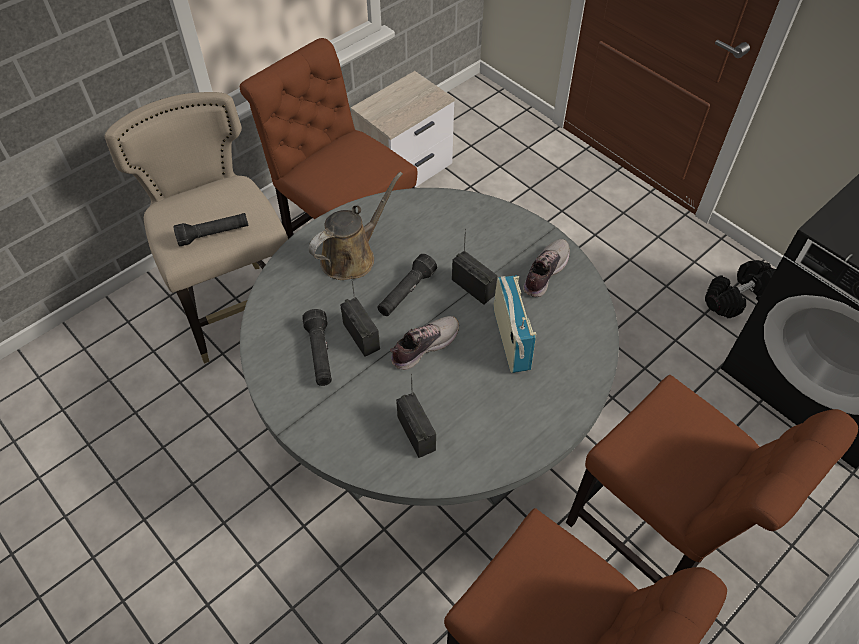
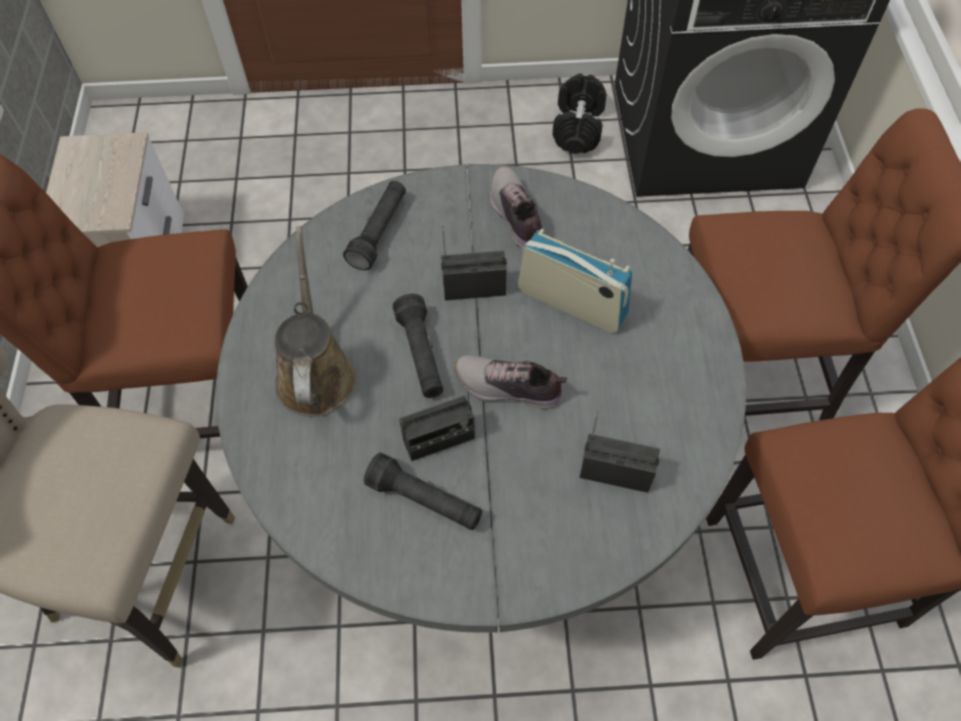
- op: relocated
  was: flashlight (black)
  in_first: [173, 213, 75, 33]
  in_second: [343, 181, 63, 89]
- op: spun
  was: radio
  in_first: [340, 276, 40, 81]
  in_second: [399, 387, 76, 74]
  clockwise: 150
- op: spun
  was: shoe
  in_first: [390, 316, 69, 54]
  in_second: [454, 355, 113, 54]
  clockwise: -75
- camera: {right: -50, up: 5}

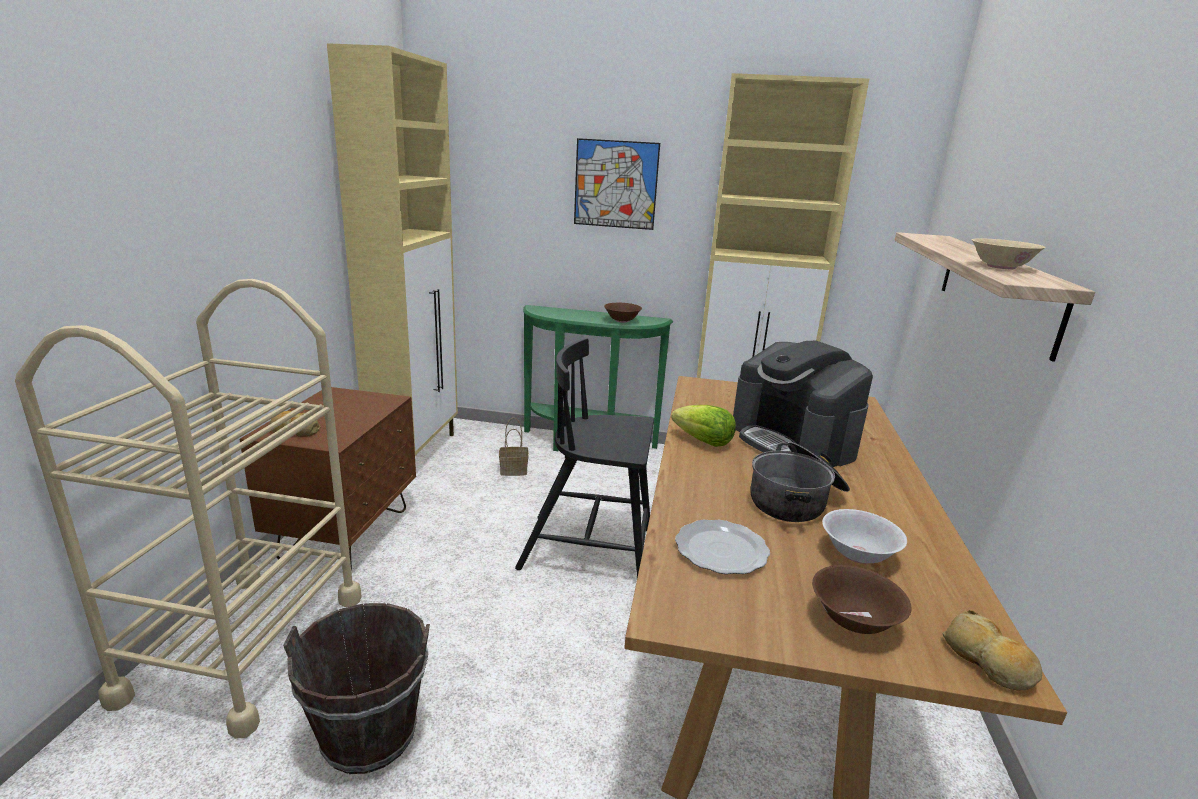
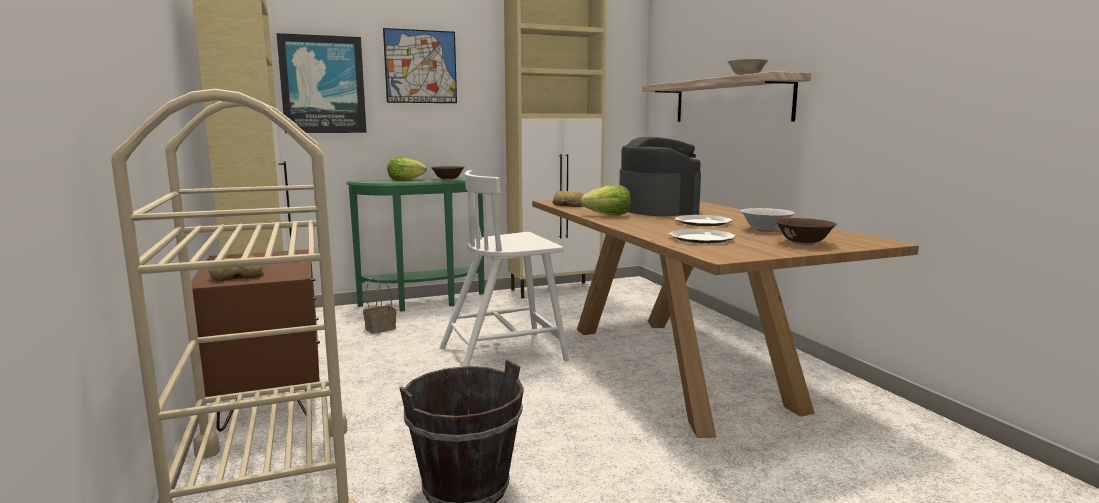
- op: appeared
  now: picture
  in_second: [276, 33, 91, 100]
- op: appeared
  now: lettuce
  in_second: [388, 157, 39, 24]
- op: relocated
  was: bread
  in_first: [943, 610, 99, 80]
  in_second: [552, 191, 32, 16]
- op: exchanged
  was: cooking pot
  now: plate
  in_first: [750, 442, 100, 80]
  in_second: [675, 215, 58, 11]
- op: colour
  was: chair (black)
  now: chair (white)
  in_first: [515, 338, 139, 239]
  in_second: [440, 170, 129, 197]
- op: spun
  was: coffee machine
  in_first: [733, 341, 140, 126]
  in_second: [619, 137, 82, 79]
  clockwise: -135
- camera: {right: -30, up: -10}

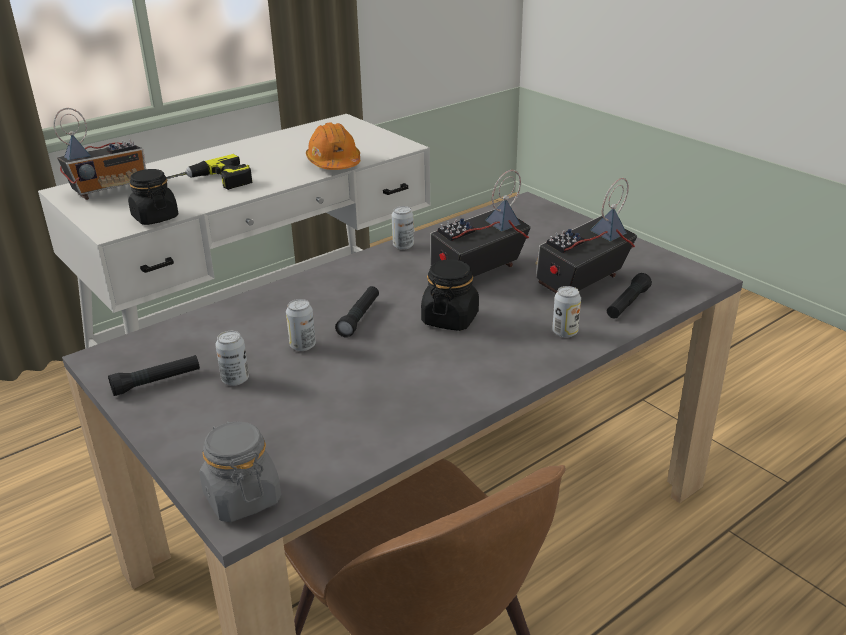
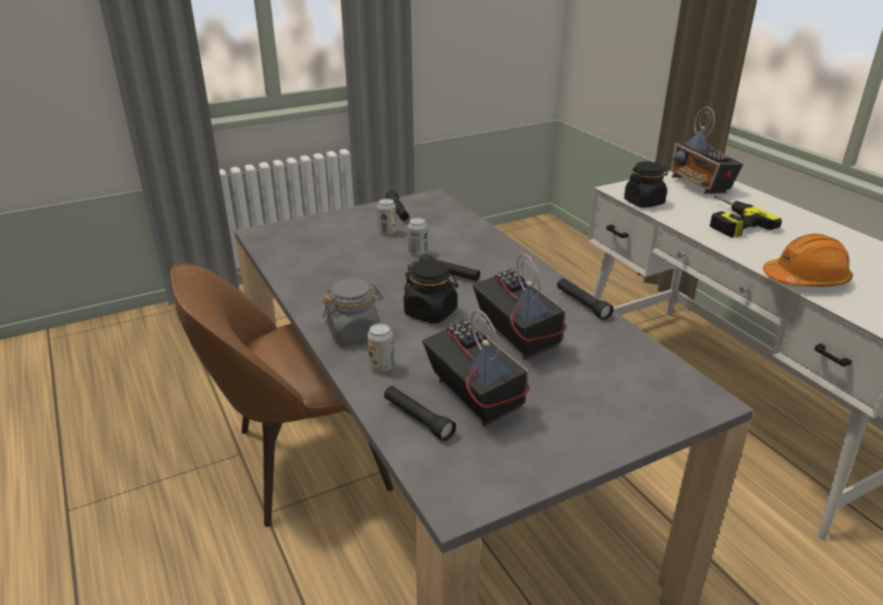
- op: relocated
  was: jar (grey)
  in_first: [199, 421, 82, 101]
  in_second: [322, 279, 61, 67]
- op: exchanged
  was: can
  now: flashlight (black)
  in_first: [392, 206, 22, 44]
  in_second: [557, 278, 56, 42]
- camera: {right: 100, up: 0}

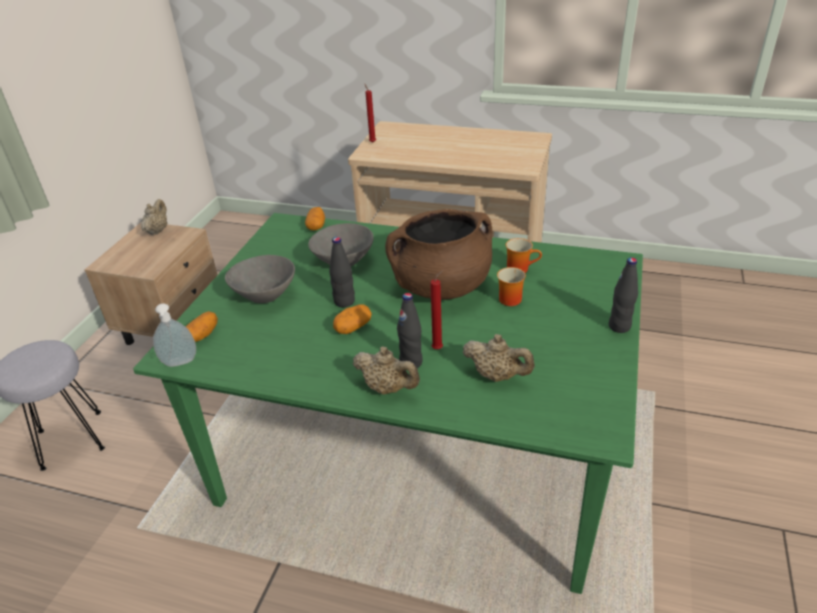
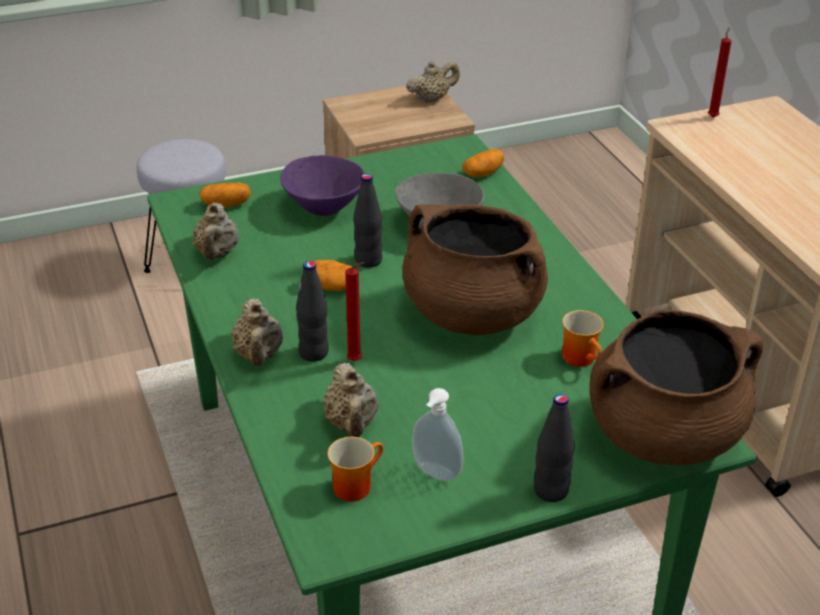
- op: appeared
  now: teapot (beige)
  in_second: [193, 202, 46, 58]
- op: appeared
  now: cooking pot (brown)
  in_second: [589, 310, 174, 155]
- op: relocated
  was: soap dispenser
  in_first: [153, 304, 43, 63]
  in_second: [412, 388, 51, 93]
- op: relocated
  was: mug
  in_first: [497, 267, 29, 39]
  in_second: [327, 437, 56, 65]
- op: colour
  was: bowl (grey)
  now: bowl (purple)
  in_first: [225, 255, 70, 48]
  in_second: [280, 155, 85, 61]
- camera: {right: 50, up: 0}

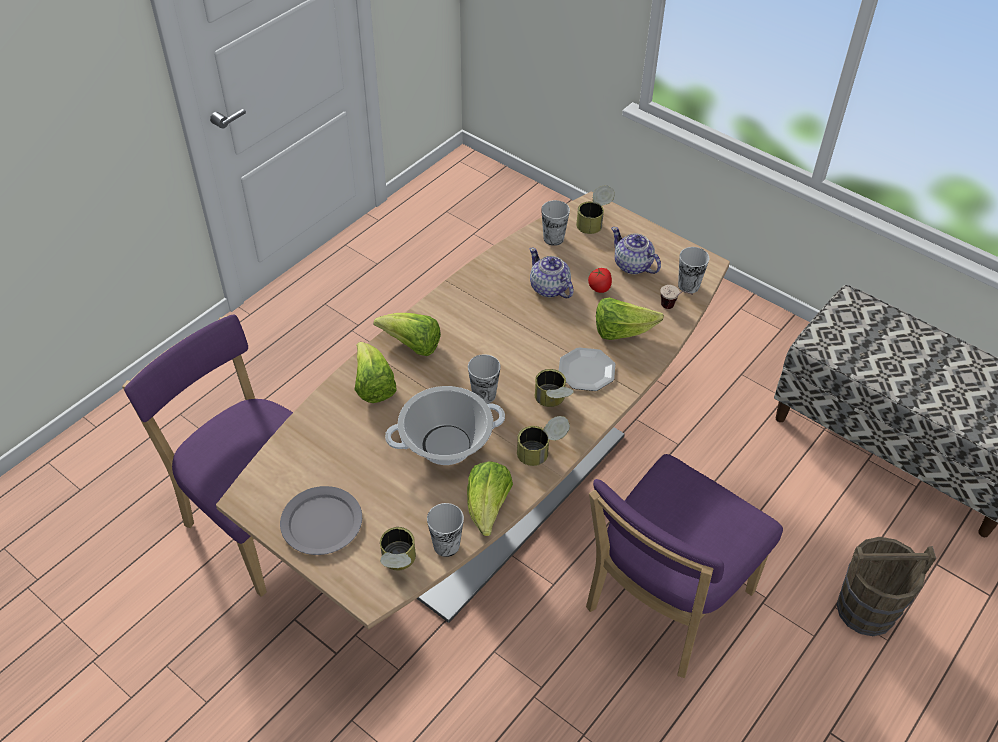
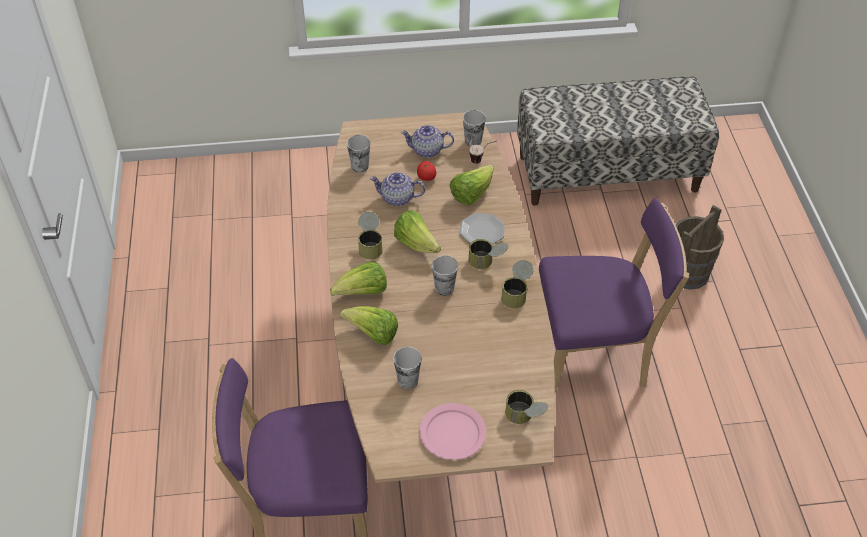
- op: missing
  was: cooking pot
  in_first: [385, 386, 120, 79]
- op: relocated
  was: cup
  in_first: [427, 503, 37, 54]
  in_second: [393, 347, 29, 42]
- op: relocated
  was: lettuce
  in_first: [467, 461, 46, 75]
  in_second: [394, 210, 47, 43]
- op: relocated
  was: can
  in_first: [576, 185, 39, 49]
  in_second: [358, 212, 25, 48]
- op: colour
  was: plate (grey)
  now: plate (pink)
  in_first: [280, 486, 82, 69]
  in_second: [419, 403, 67, 57]
- op: spun
  was: chair (purple)
  in_first: [586, 454, 197, 224]
  in_second: [539, 198, 150, 195]
  clockwise: -90
- camera: {right: -45, up: 0}

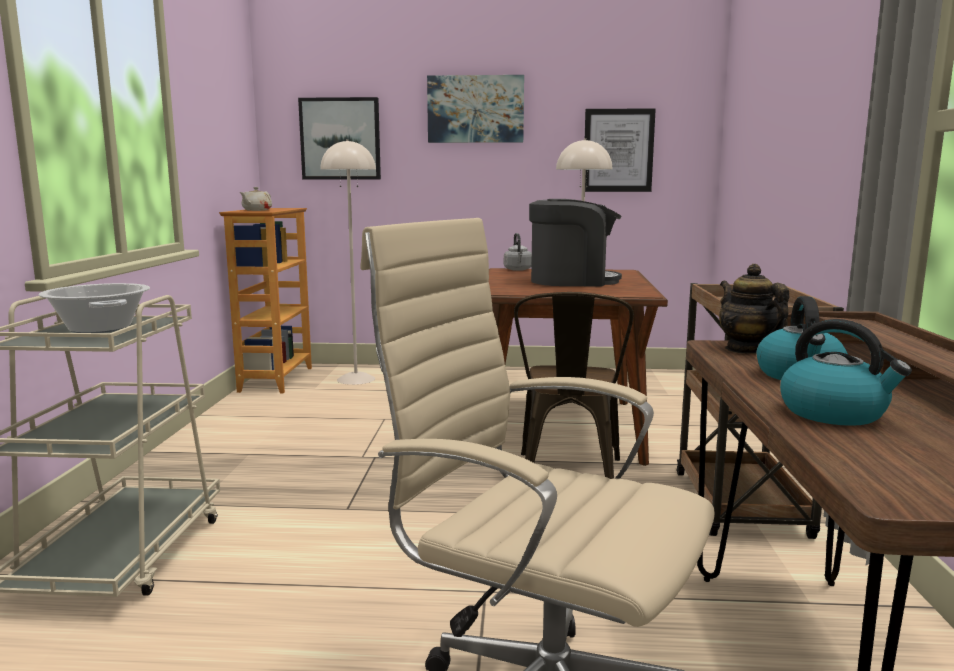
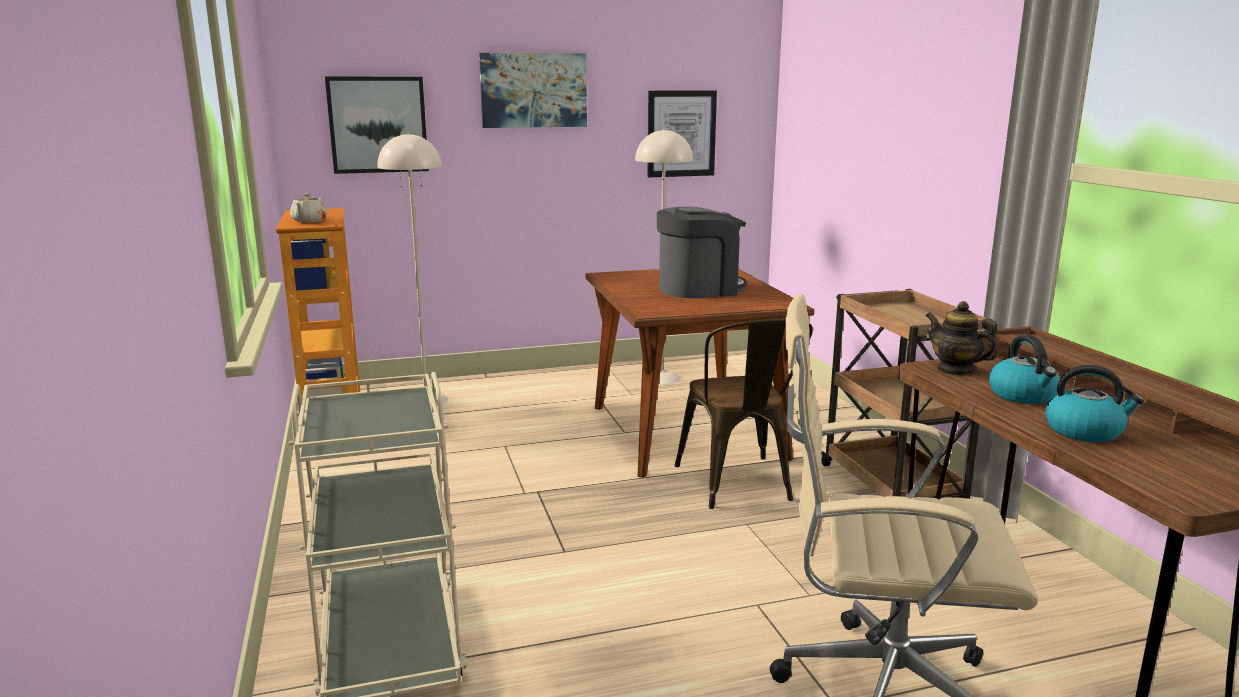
- op: missing
  was: cooking pot
  in_first: [38, 283, 112, 50]
- op: missing
  was: kettle (grey)
  in_first: [504, 233, 28, 38]
- camera: {right: -20, up: 5}

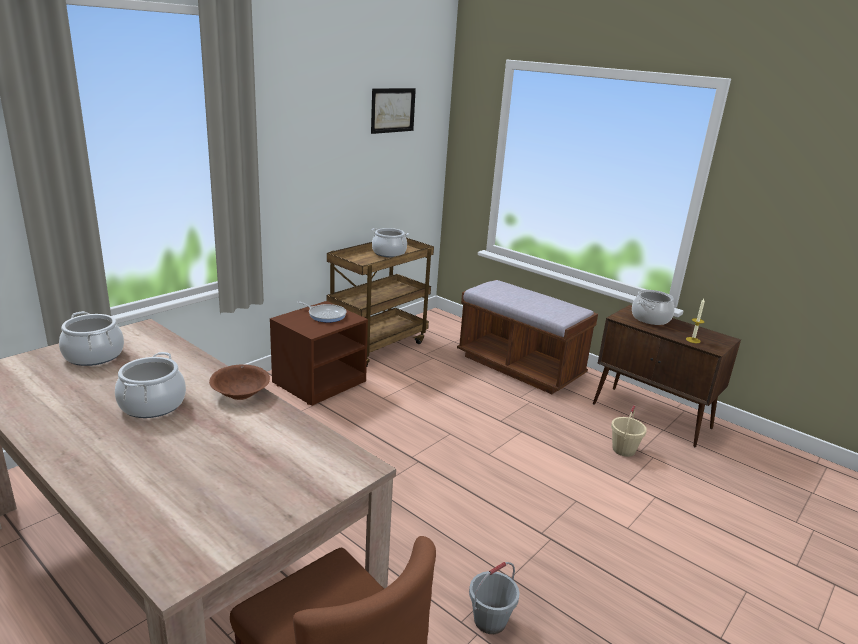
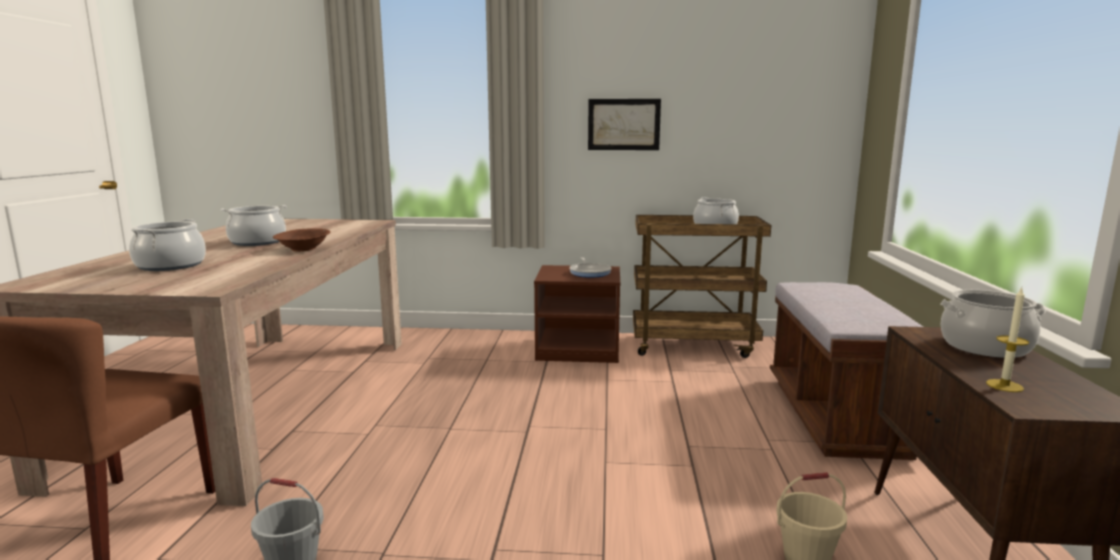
- op: relocated
  was: cooking pot
  in_first: [59, 311, 65, 55]
  in_second: [129, 219, 77, 52]
- op: relocated
  was: picture
  in_first: [371, 88, 45, 46]
  in_second: [588, 99, 73, 51]
- camera: {right: 55, up: -10}

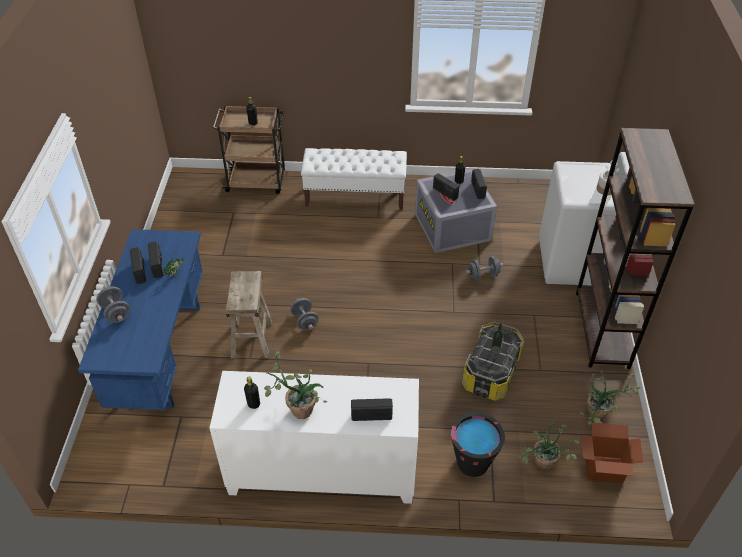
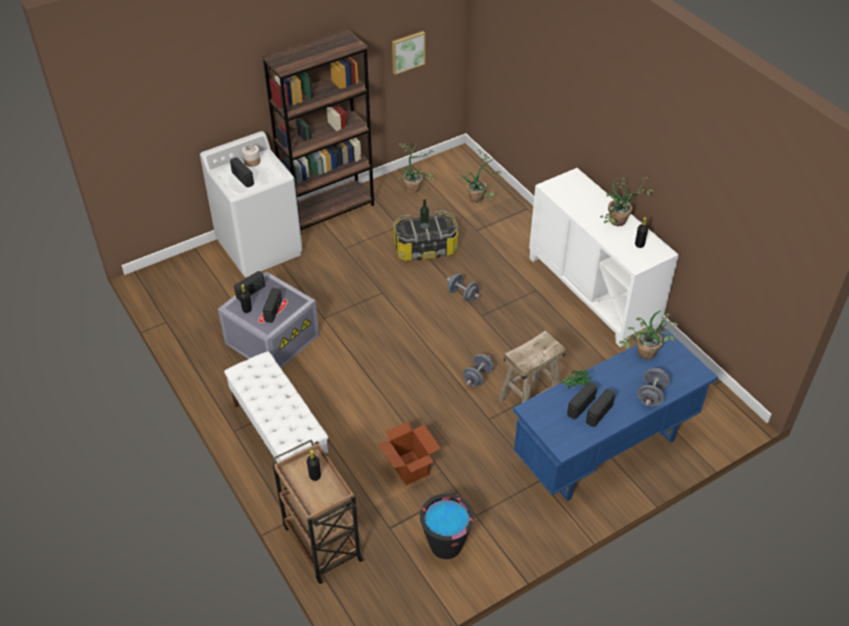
- op: appeared
  now: picture
  in_second: [392, 31, 33, 44]
- op: appeared
  now: potted plant
  in_second: [619, 310, 59, 49]
- op: relocated
  was: radio
  in_first: [351, 398, 42, 23]
  in_second: [230, 157, 24, 30]
- op: relocated
  was: bucket (black)
  in_first: [451, 412, 54, 65]
  in_second: [420, 493, 54, 66]
- op: relocated
  was: dumbbell (grey)
  in_first: [465, 256, 39, 25]
  in_second: [447, 273, 33, 29]
- op: relocated
  was: cardboard box
  in_first: [581, 422, 63, 61]
  in_second: [378, 422, 63, 63]
- camera: {right: -125, up: 0}

